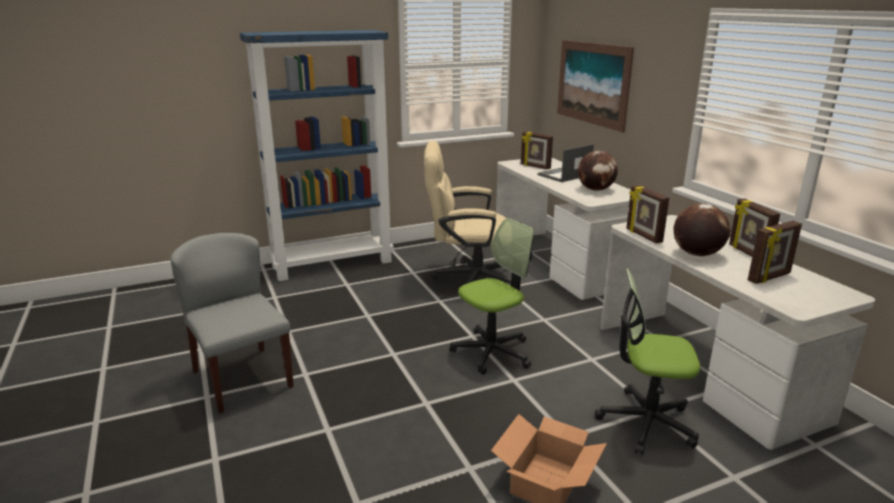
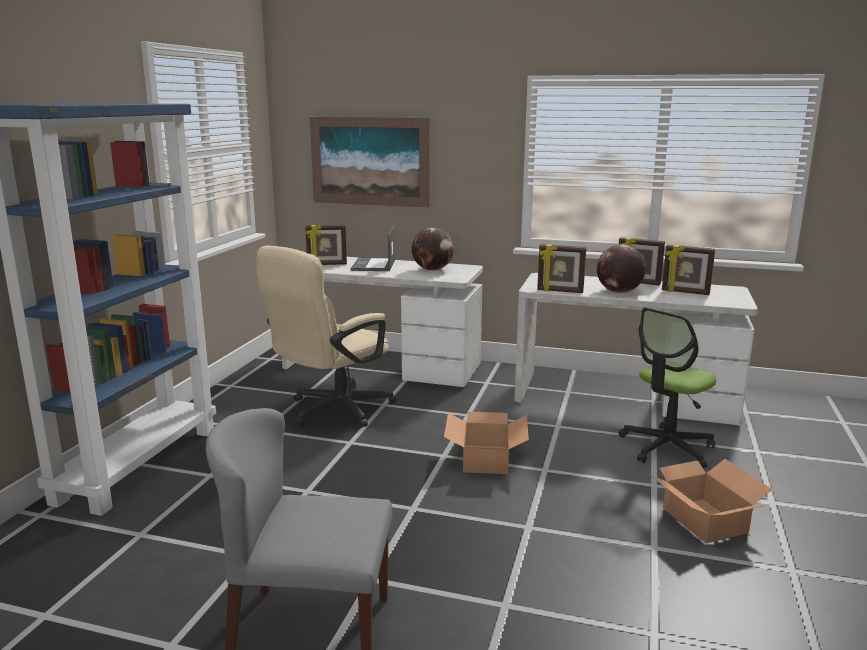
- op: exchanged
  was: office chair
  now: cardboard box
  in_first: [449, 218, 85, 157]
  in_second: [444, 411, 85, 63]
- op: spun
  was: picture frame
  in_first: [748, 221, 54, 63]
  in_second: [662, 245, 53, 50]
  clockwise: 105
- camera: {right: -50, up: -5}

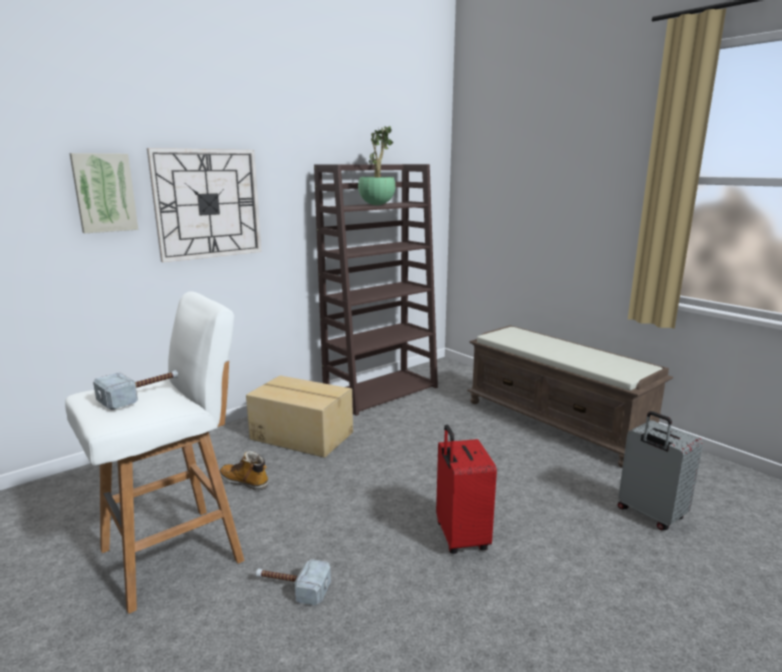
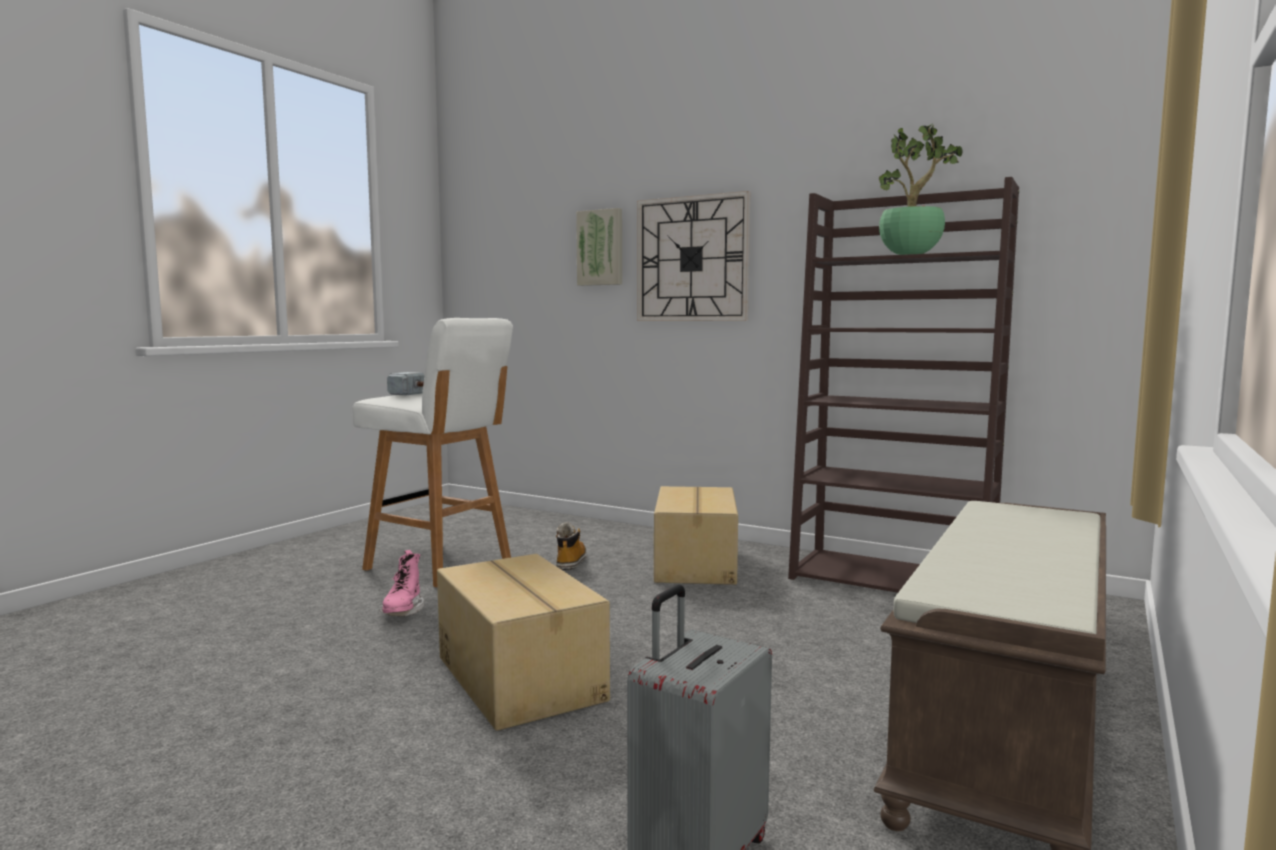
- op: exchanged
  was: hammer
  now: boot (pink)
  in_first: [255, 559, 76, 46]
  in_second: [379, 550, 45, 66]
- op: exchanged
  was: suitcase (red)
  now: cardboard box
  in_first: [436, 425, 61, 129]
  in_second: [437, 554, 173, 177]
- camera: {right: 70, up: -10}

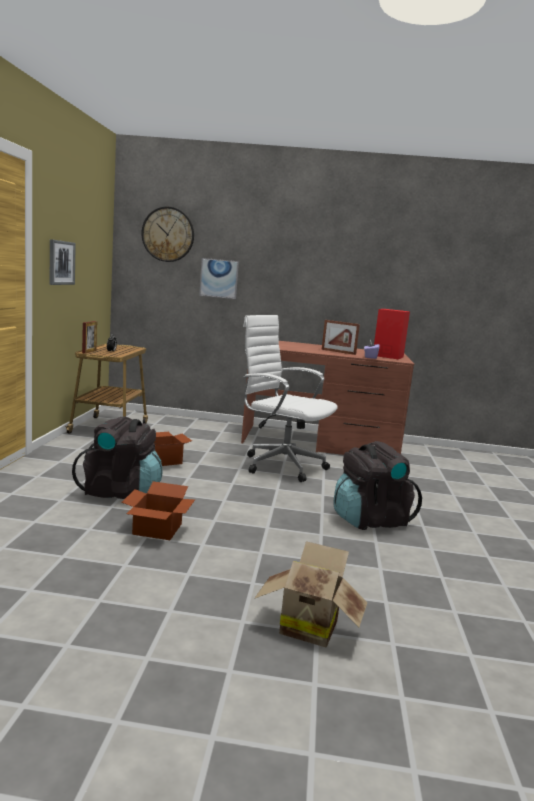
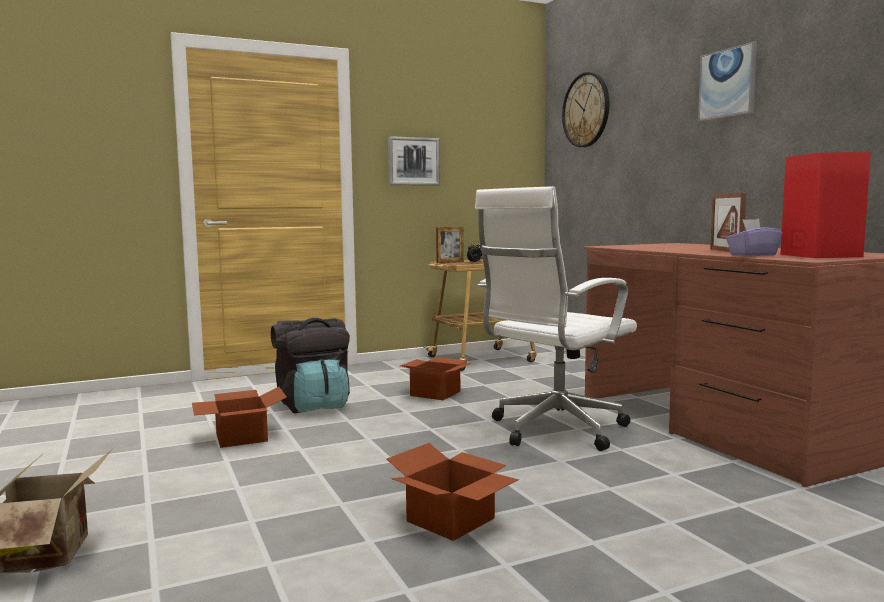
- op: relocated
  was: picture
  in_first: [199, 258, 40, 41]
  in_second: [698, 42, 59, 80]
- op: exchanged
  was: backpack (black)
  now: cardboard box
  in_first: [333, 441, 89, 89]
  in_second: [387, 443, 132, 98]
- op: spun
  was: office chair (white)
  in_first: [243, 315, 95, 167]
  in_second: [475, 186, 162, 265]
  clockwise: -135
- camera: {right: 60, up: -5}

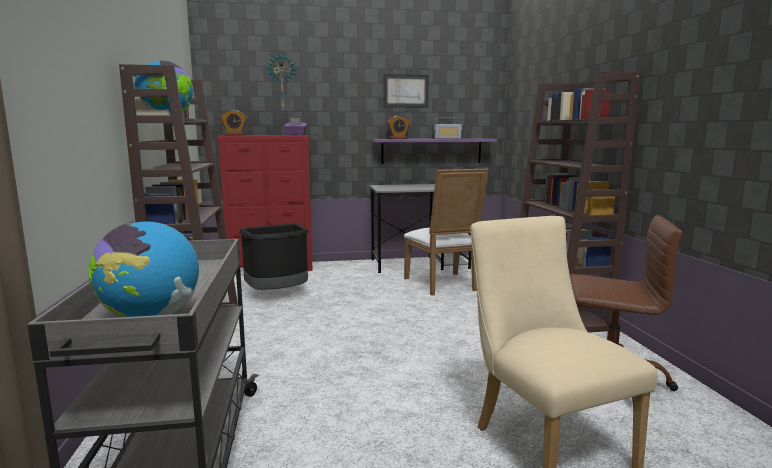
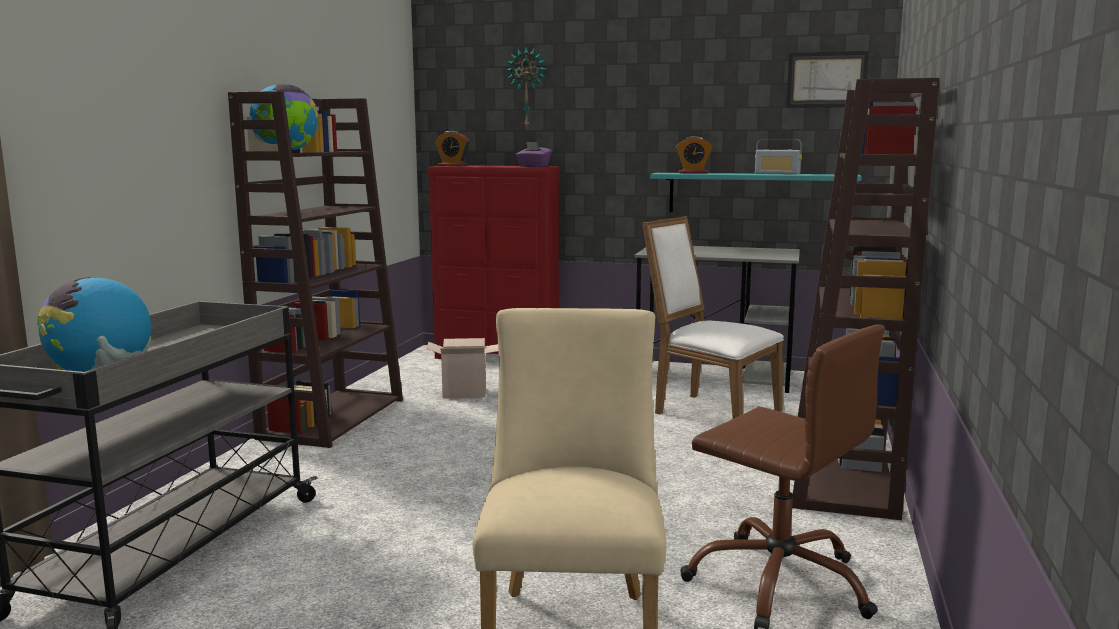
- op: relocated
  was: picture
  in_first: [384, 74, 45, 34]
  in_second: [786, 51, 83, 57]
- op: exchanged
  was: trash can (black)
  now: cardboard box
  in_first: [239, 223, 70, 67]
  in_second: [426, 338, 72, 61]
- op: colour
  was: shelf (purple)
  now: shelf (turquoise)
  in_first: [372, 139, 125, 25]
  in_second: [650, 173, 211, 39]
- op: spun
  was: chair (white)
  in_first: [404, 169, 85, 127]
  in_second: [642, 216, 142, 203]
  clockwise: 120
- camera: {right: 25, up: 0}

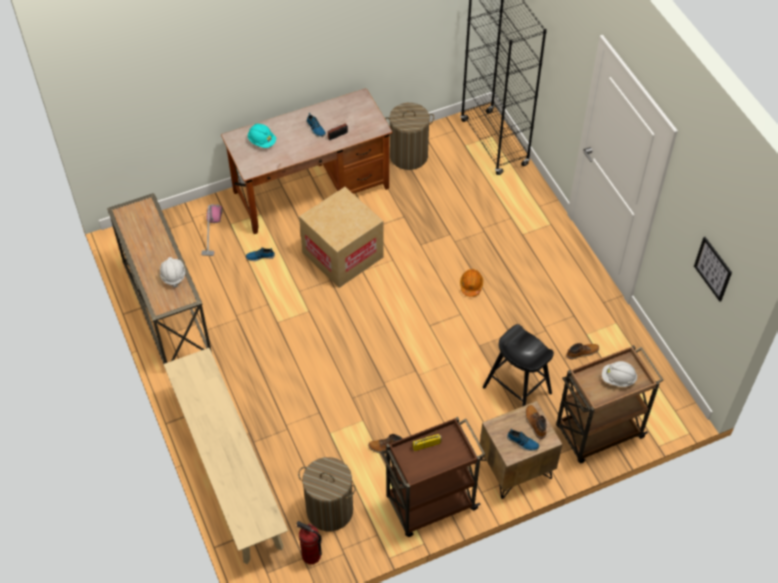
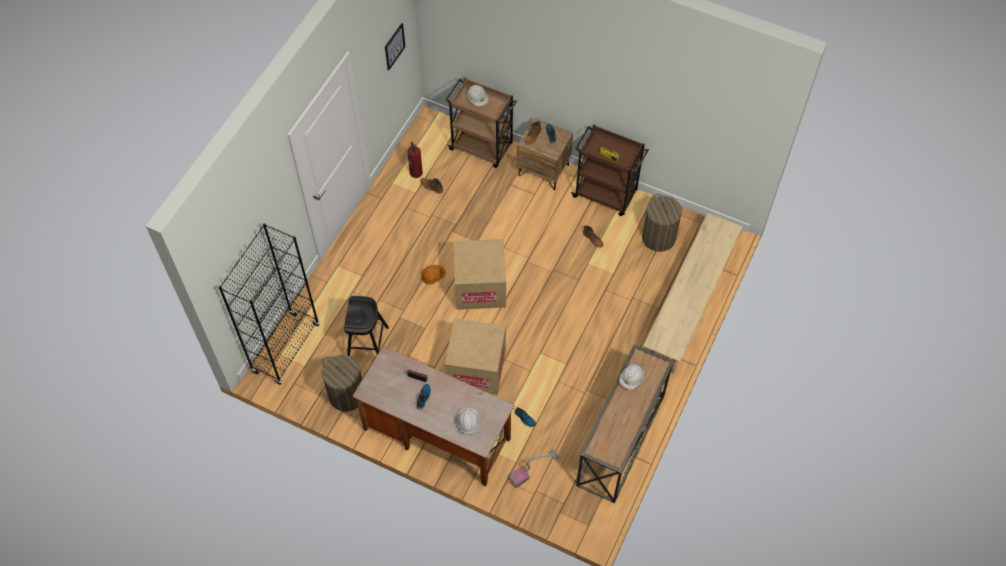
- op: appeared
  now: cardboard box
  in_second: [453, 239, 53, 71]
- op: relocated
  was: fire extinguisher
  in_first: [296, 521, 26, 43]
  in_second: [407, 142, 16, 36]
- op: relocated
  was: stool (black)
  in_first: [483, 324, 71, 83]
  in_second: [344, 296, 45, 60]
- op: colour
  was: hard hat (turquoise)
  now: hard hat (white)
  in_first: [248, 124, 28, 24]
  in_second: [457, 408, 23, 27]
- camera: {right: -130, up: 5}

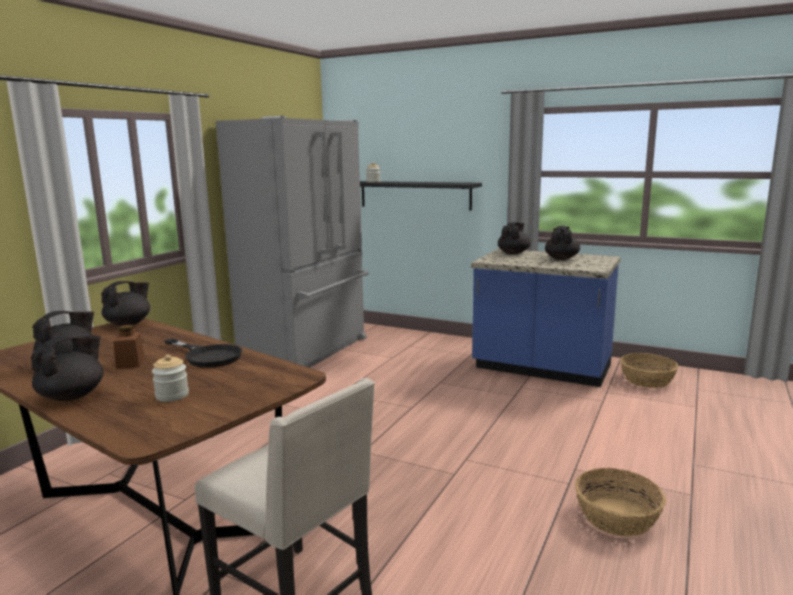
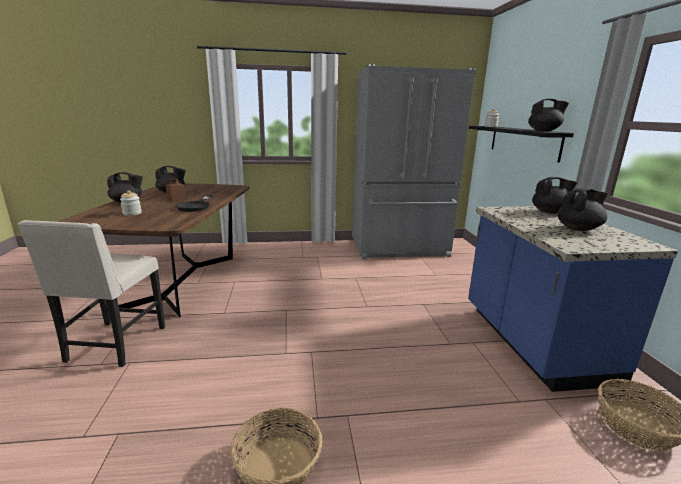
- op: relocated
  was: teapot (black)
  in_first: [101, 281, 49, 45]
  in_second: [528, 99, 41, 32]
- camera: {right: 55, up: 5}

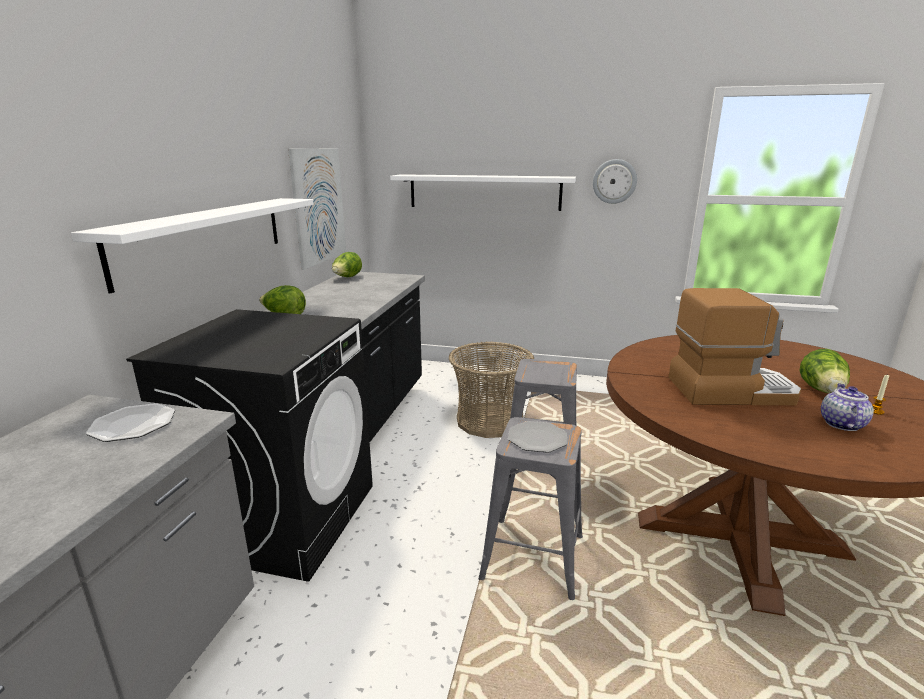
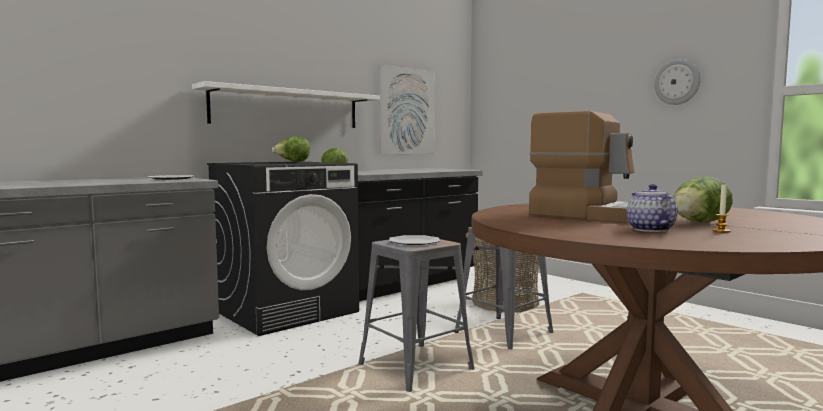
- op: missing
  was: shelf (white)
  in_first: [390, 174, 186, 37]
- op: relocated
  was: lettuce
  in_first: [332, 252, 30, 25]
  in_second: [272, 136, 38, 26]
- op: spun
  was: teapot
  in_first: [821, 383, 53, 48]
  in_second: [626, 184, 52, 48]
  clockwise: -60
- camera: {right: 35, up: -15}

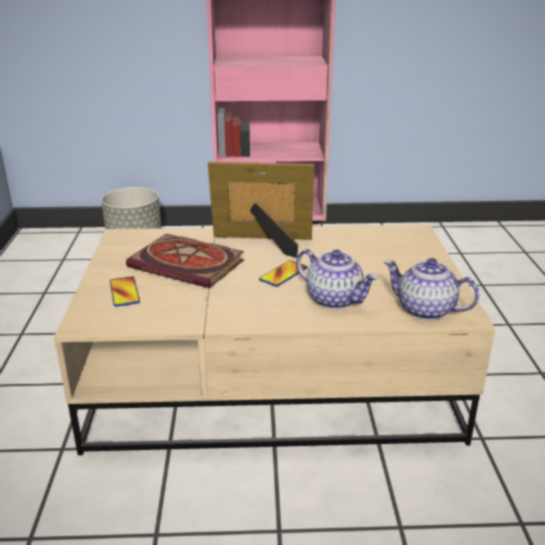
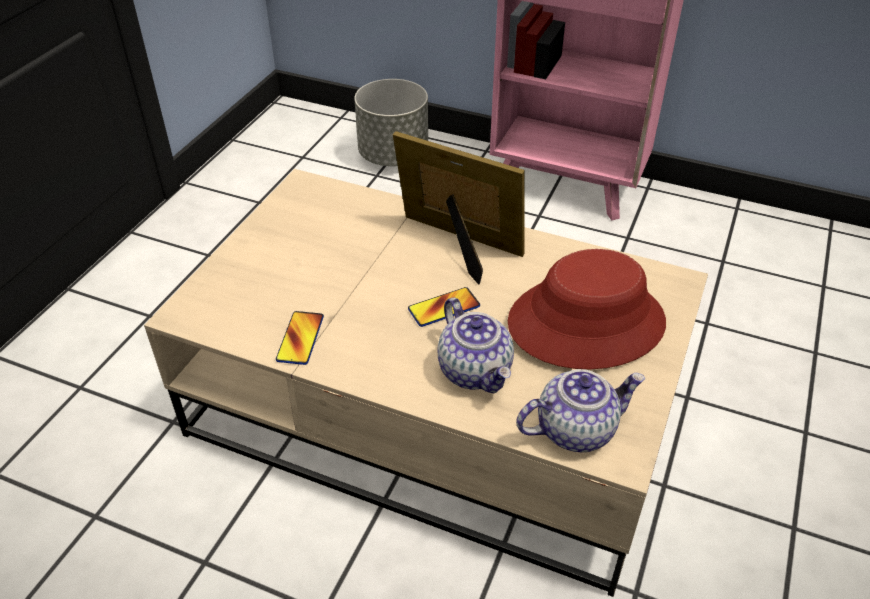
- op: missing
  was: book
  in_first: [126, 234, 118, 54]
- op: appeared
  now: hat (red)
  in_second: [508, 249, 158, 121]
- op: relocated
  was: phone
  in_first: [110, 276, 30, 31]
  in_second: [276, 311, 48, 54]
- op: spun
  was: teapot
  in_first: [384, 258, 95, 63]
  in_second: [516, 369, 129, 83]
  clockwise: 105
- camera: {right: 25, up: 15}

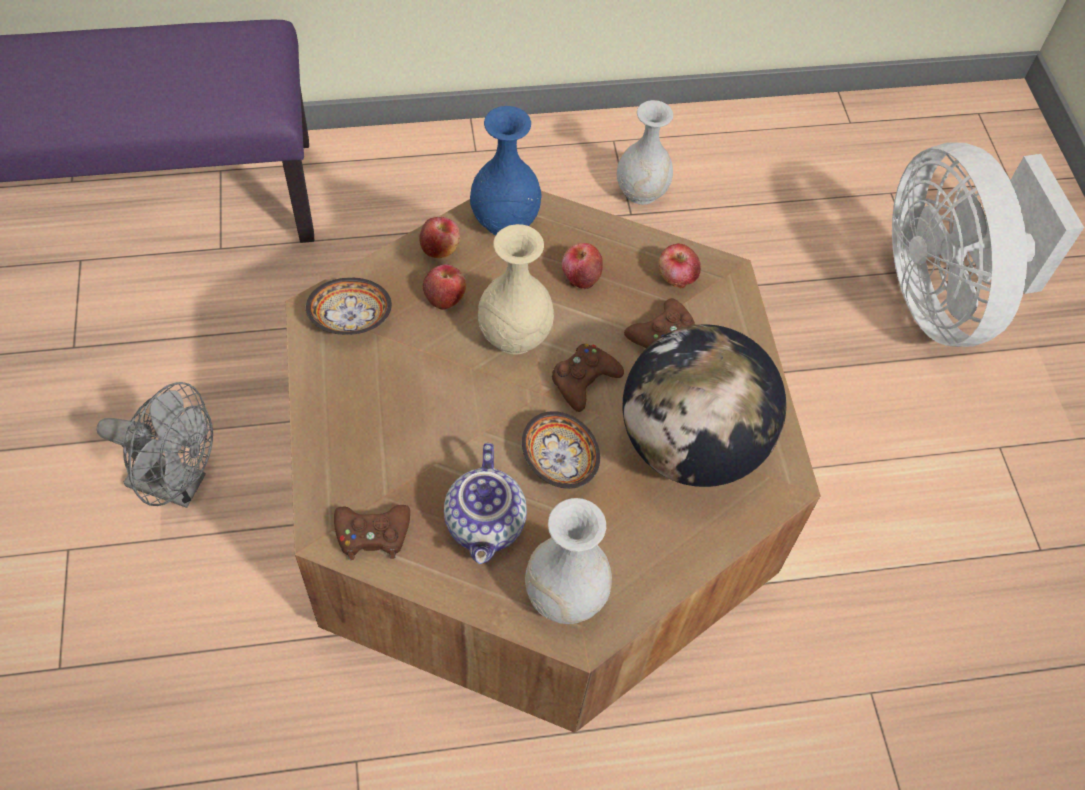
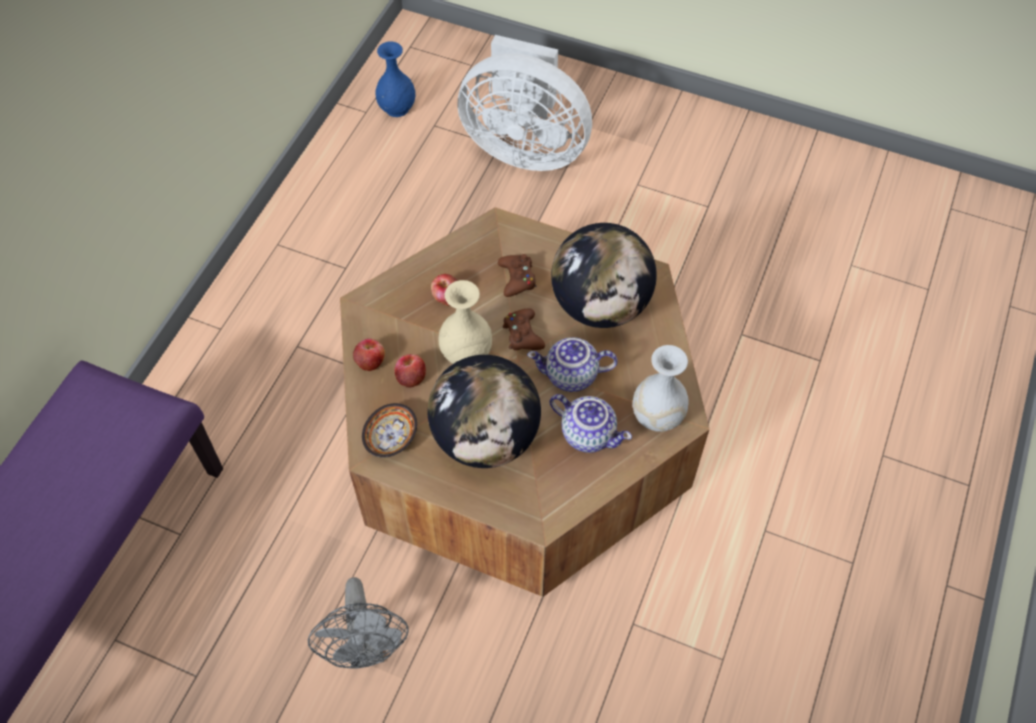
- op: missing
  was: game controller (brown)
  in_first: [334, 505, 76, 55]
- op: missing
  was: vase (white)
  in_first: [617, 100, 56, 105]
- op: missing
  was: apple
  in_first: [659, 243, 42, 46]
- op: appeared
  now: globe
  in_second: [428, 355, 113, 113]
- op: relocated
  was: vase (blue)
  in_first: [470, 106, 72, 129]
  in_second: [375, 42, 40, 75]
- op: exchanged
  was: bowl
  now: teapot
  in_first: [522, 411, 78, 78]
  in_second: [527, 337, 90, 55]
- op: spun
  was: fan (grey)
  in_first: [97, 382, 116, 126]
  in_second: [308, 577, 101, 91]
  clockwise: 120
- camera: {right: -55, up: 0}

